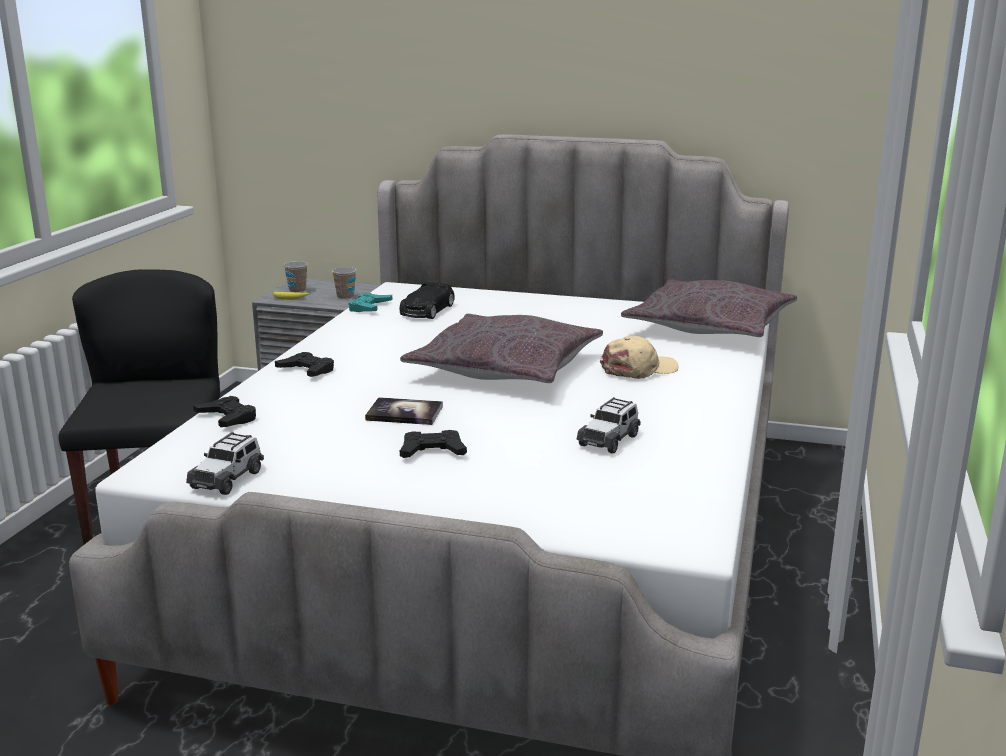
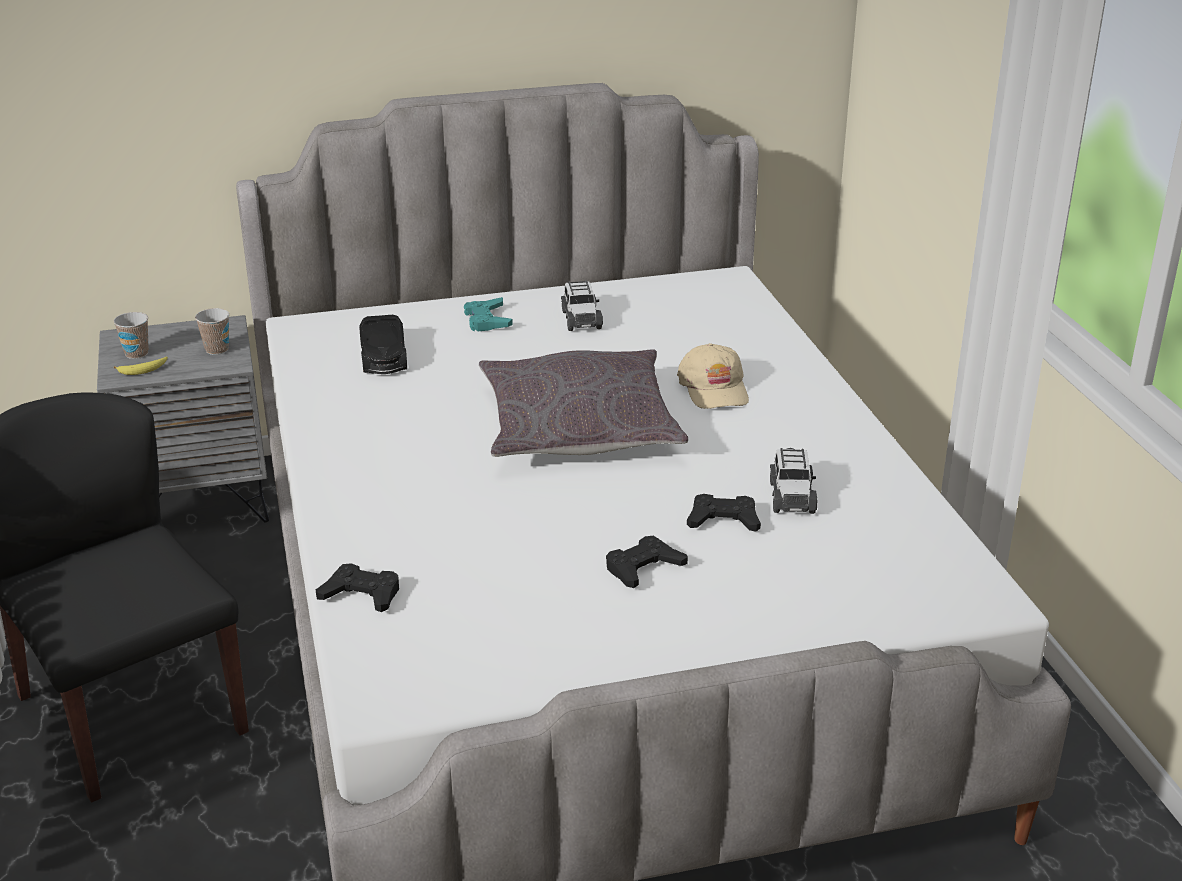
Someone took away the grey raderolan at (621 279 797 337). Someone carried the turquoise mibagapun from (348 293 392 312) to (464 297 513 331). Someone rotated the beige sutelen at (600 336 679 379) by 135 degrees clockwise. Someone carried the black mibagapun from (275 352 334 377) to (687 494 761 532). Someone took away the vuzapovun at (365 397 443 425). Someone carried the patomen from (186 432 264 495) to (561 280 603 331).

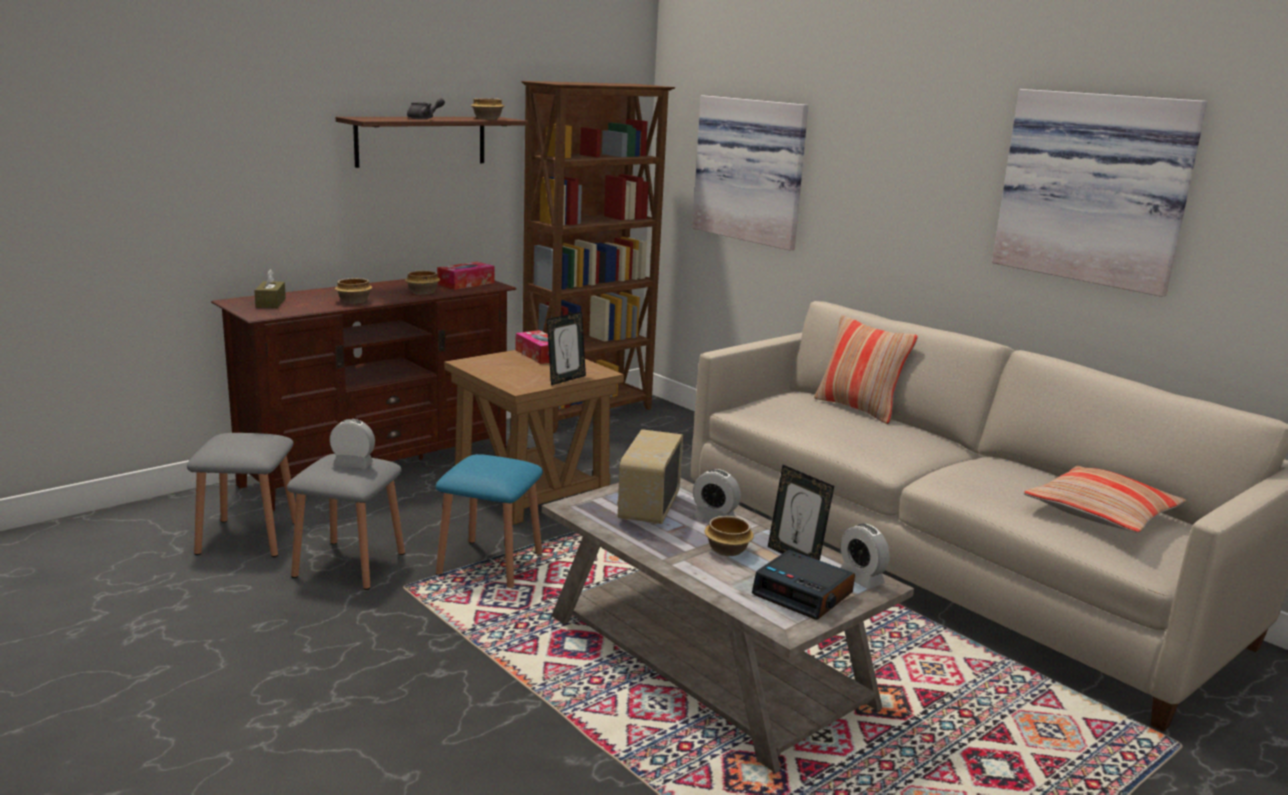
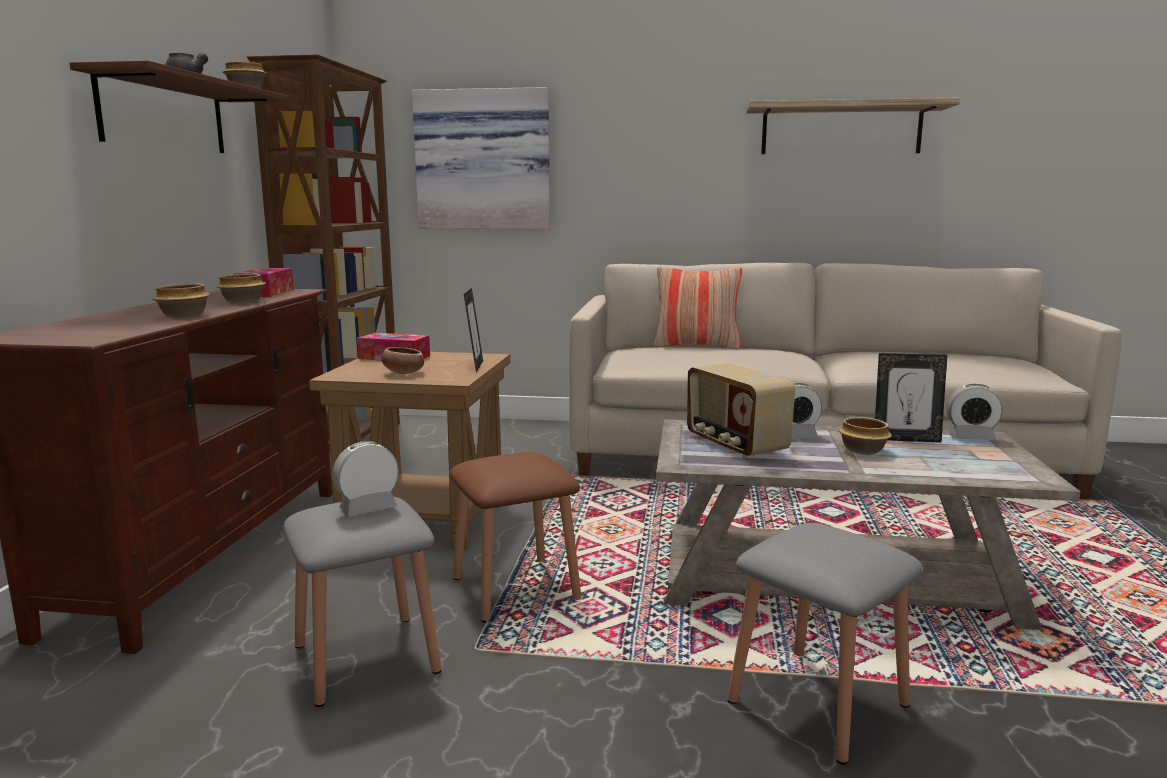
Someone swapped the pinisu at (992 89 1207 297) for the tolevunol at (746 98 960 154). Someone took away the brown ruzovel at (254 269 286 308). Someone carried the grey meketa from (187 433 296 557) to (727 523 923 765). Someone repainted the blue meketa at (436 454 543 588), which became the brown meketa at (450 452 581 623). Someone took away the raderolan at (1024 466 1186 533). Someone took away the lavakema at (752 550 855 620). Someone put down the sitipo at (382 347 424 374).

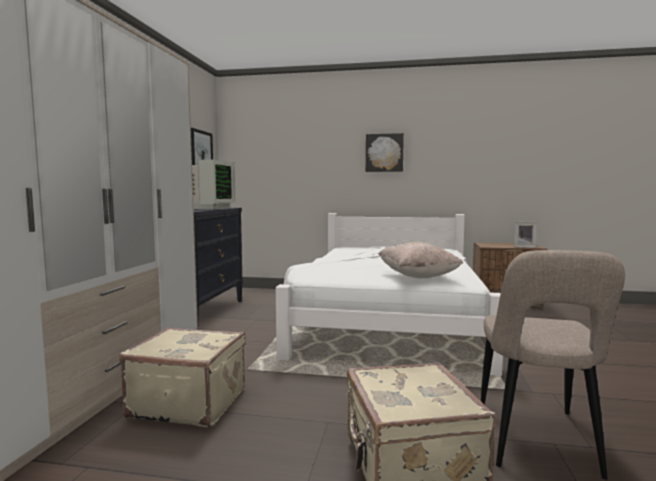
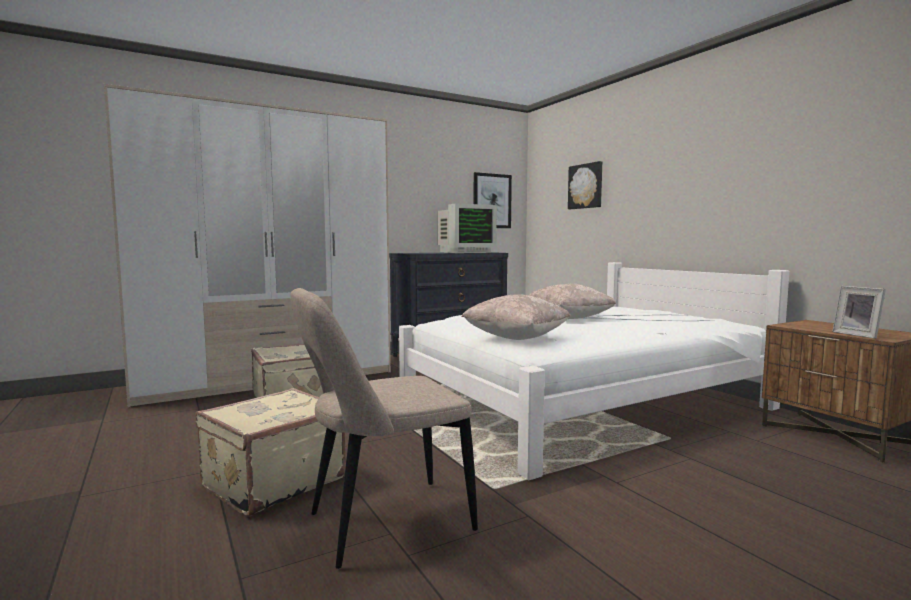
Someone carried the pinisu from (366 133 404 172) to (568 161 602 209). Someone put down the beige raderolan at (529 284 616 319).

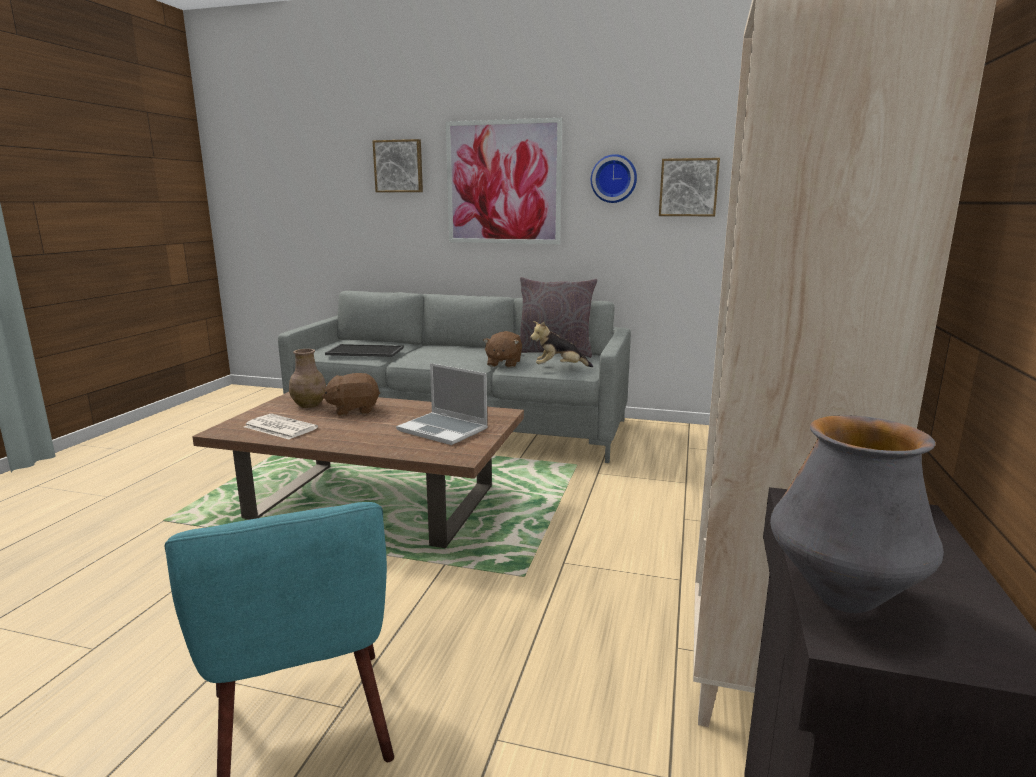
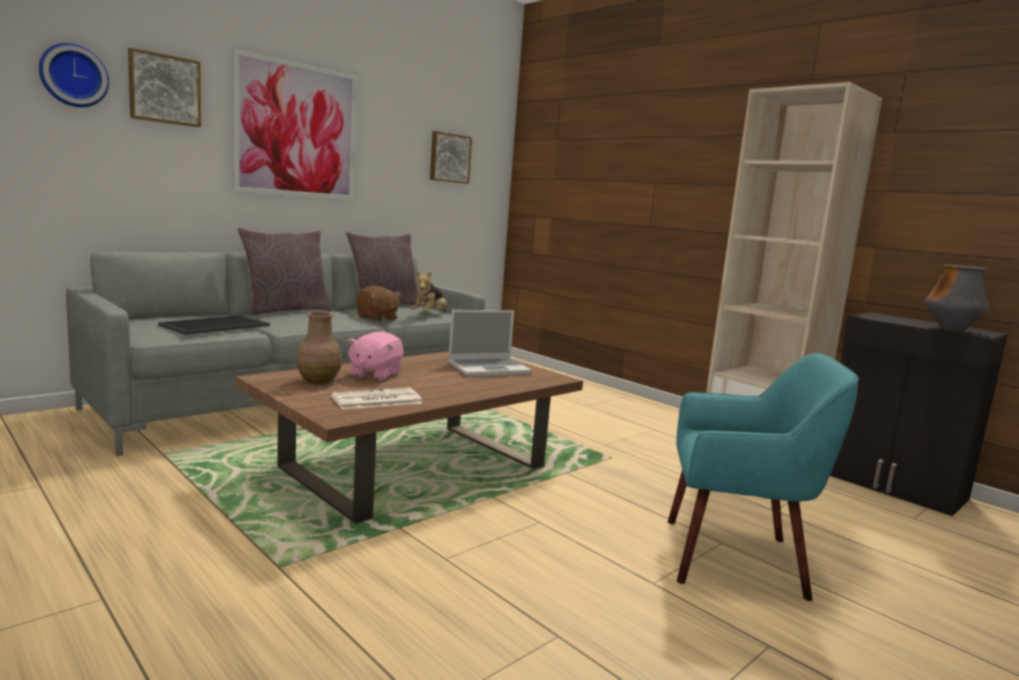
Someone carried the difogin from (591 154 637 203) to (39 43 109 107). Someone repainted the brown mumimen at (321 373 380 416), which became the pink mumimen at (347 332 403 381). Someone put down the grey raderolan at (237 228 332 316).

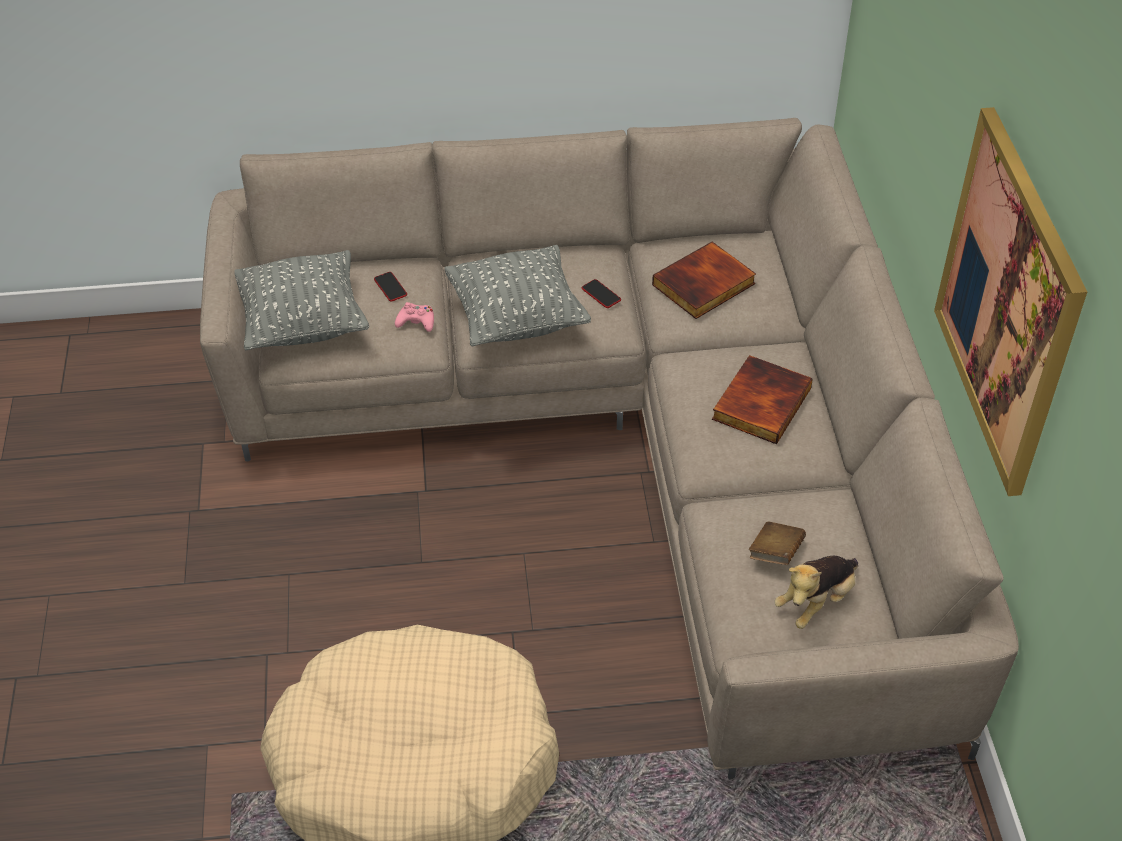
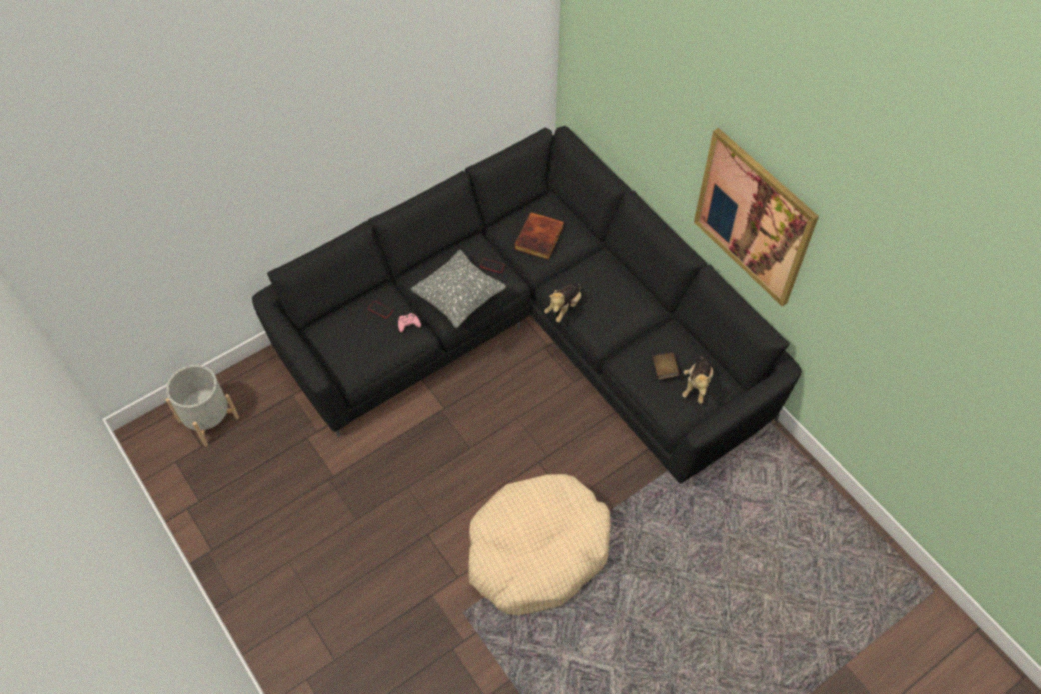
Someone repainted the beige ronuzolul at (200 118 1019 779), which became the black ronuzolul at (252 126 802 484). Someone took away the grey raderolan at (234 250 369 350). Someone took away the vuzapovun at (712 355 813 444). Someone put down the mumimen at (544 283 582 322). Someone put down the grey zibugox at (166 365 239 446).

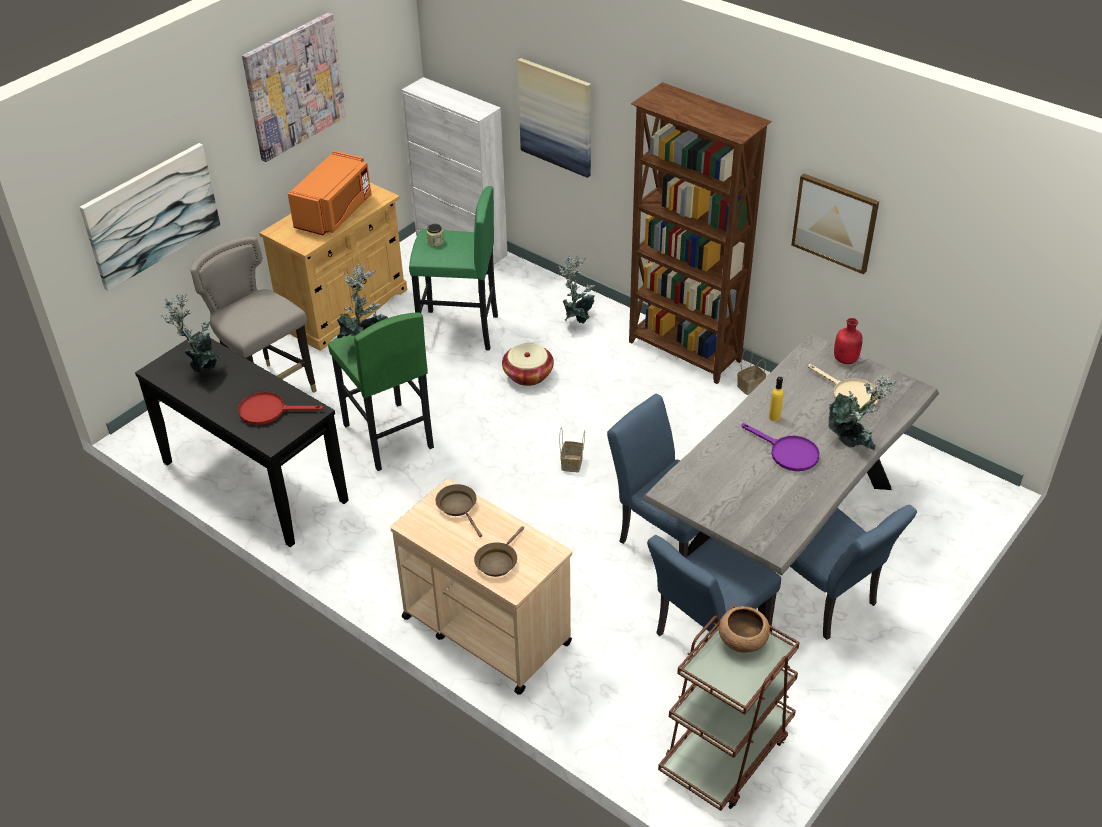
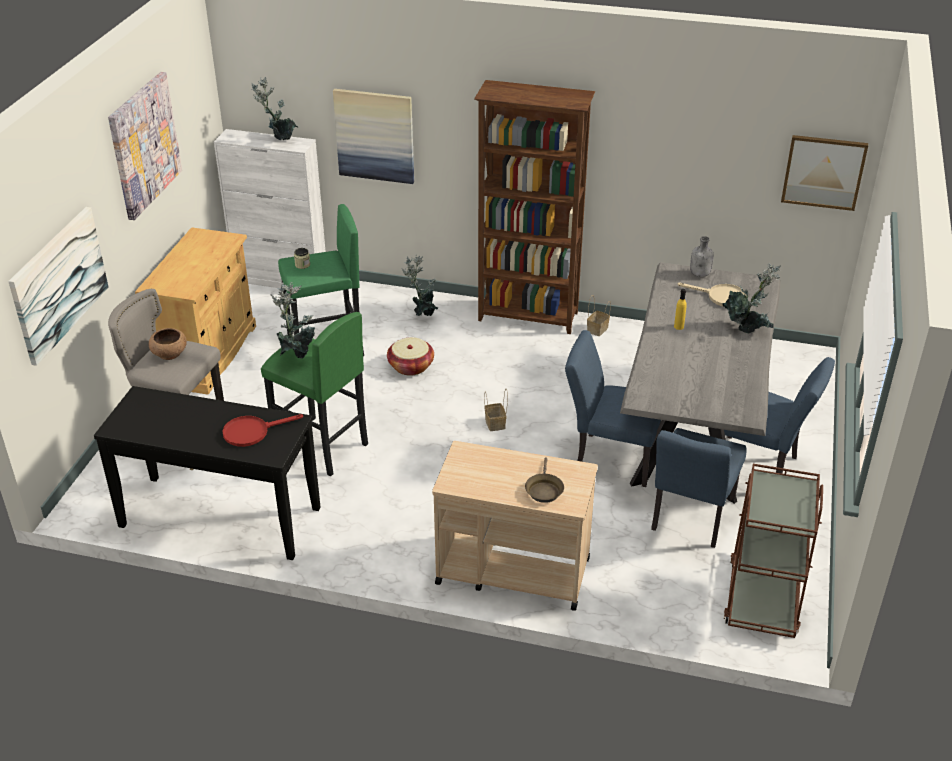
Someone took away the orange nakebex at (288 151 372 235). Someone carried the pinisu from (791 173 879 274) to (781 135 868 211). Someone carried the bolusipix from (161 294 221 373) to (251 77 297 140). Someone repainted the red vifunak at (834 318 863 364), which became the grey vifunak at (690 236 714 277). Someone took away the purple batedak at (742 423 820 471). Someone took away the brown batedak at (436 484 482 537). Someone carried the brown sitipo from (719 606 770 653) to (149 328 187 360).

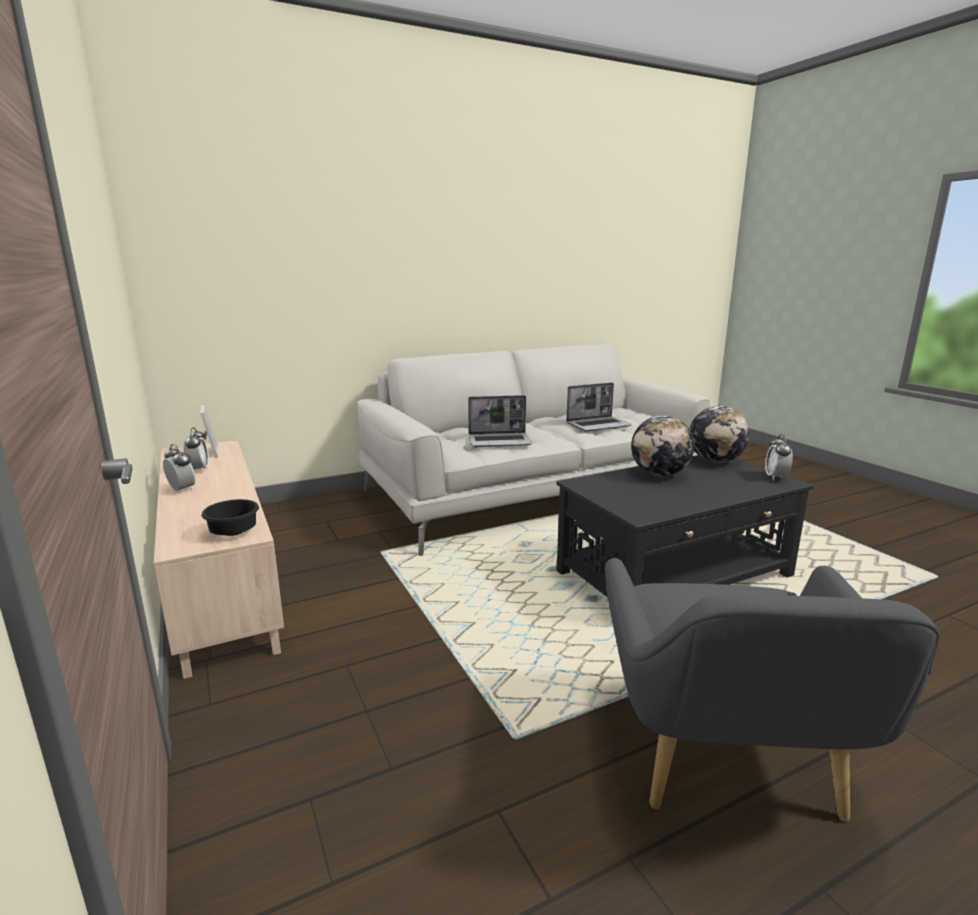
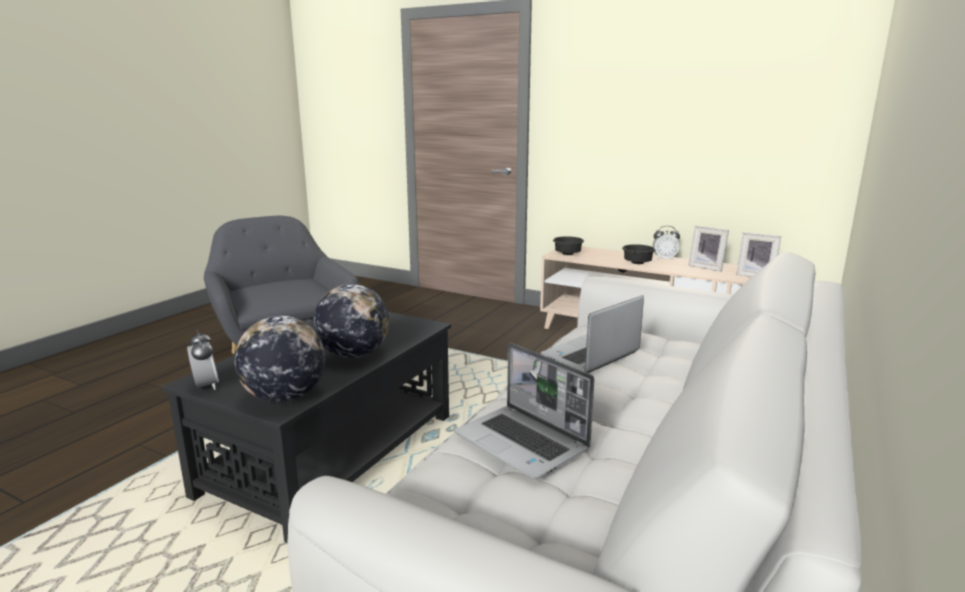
Someone rotated the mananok at (566 383 632 432) by 75 degrees counterclockwise. Someone swapped the lavakema at (184 427 209 472) for the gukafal at (688 225 729 272). Someone put down the black sitipo at (622 244 656 264).

